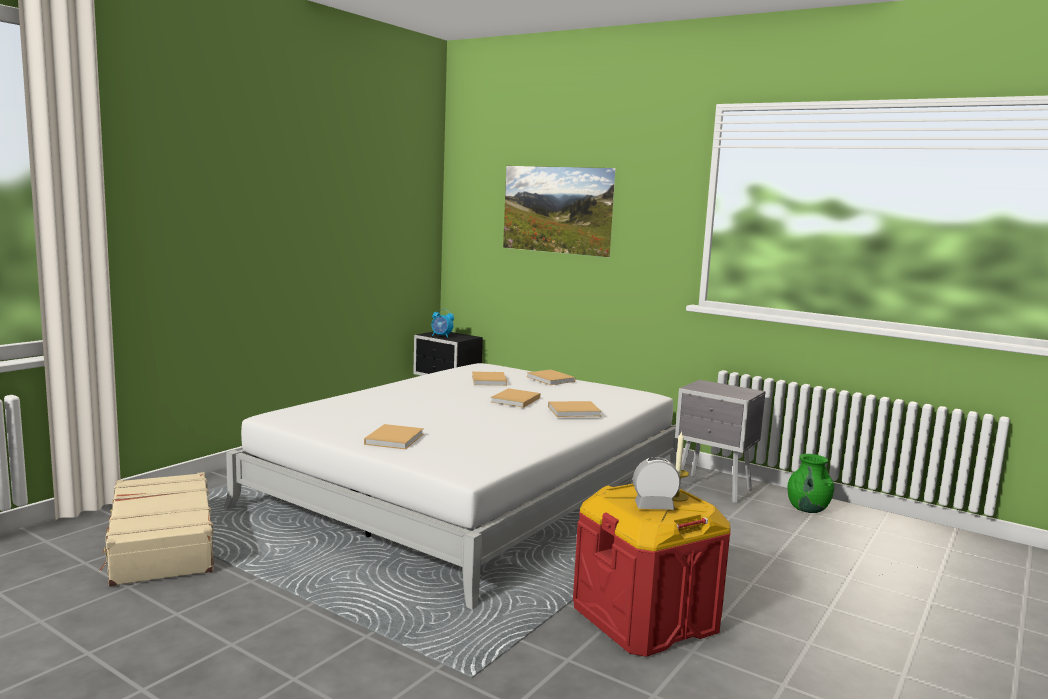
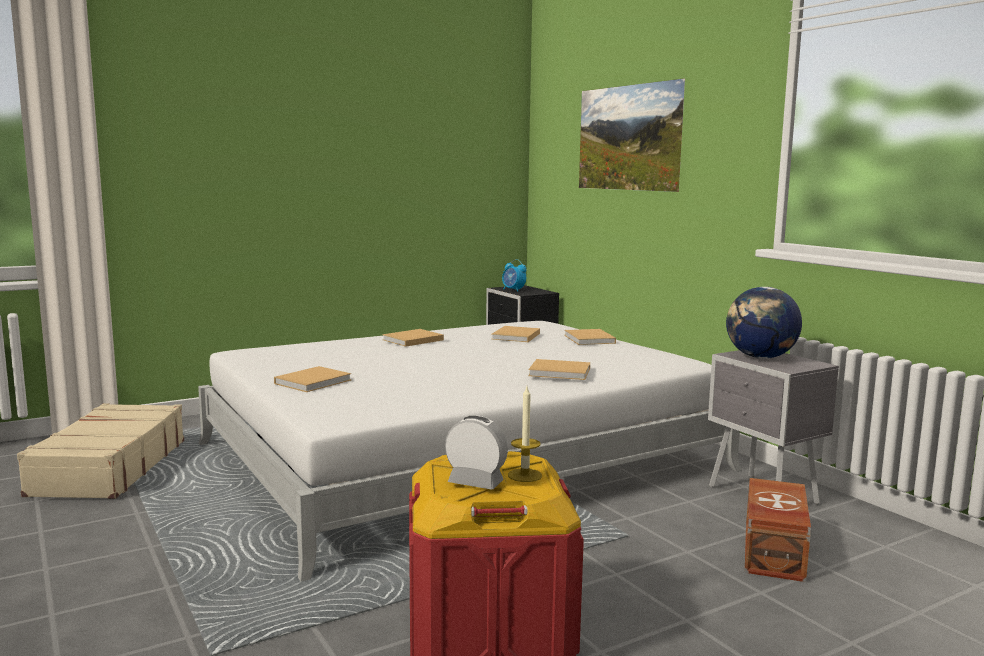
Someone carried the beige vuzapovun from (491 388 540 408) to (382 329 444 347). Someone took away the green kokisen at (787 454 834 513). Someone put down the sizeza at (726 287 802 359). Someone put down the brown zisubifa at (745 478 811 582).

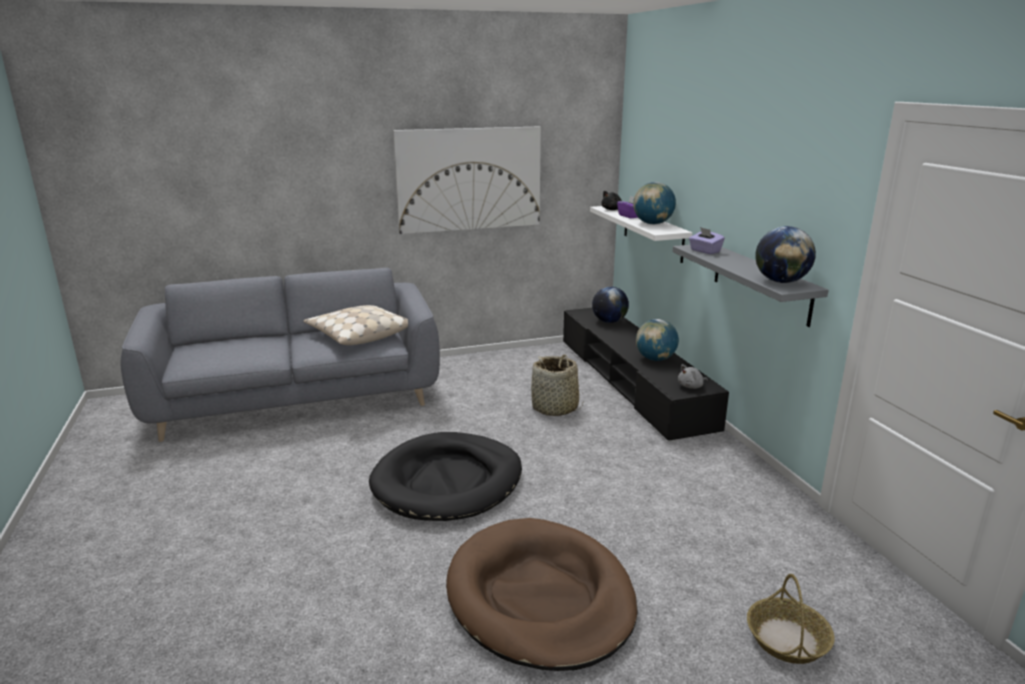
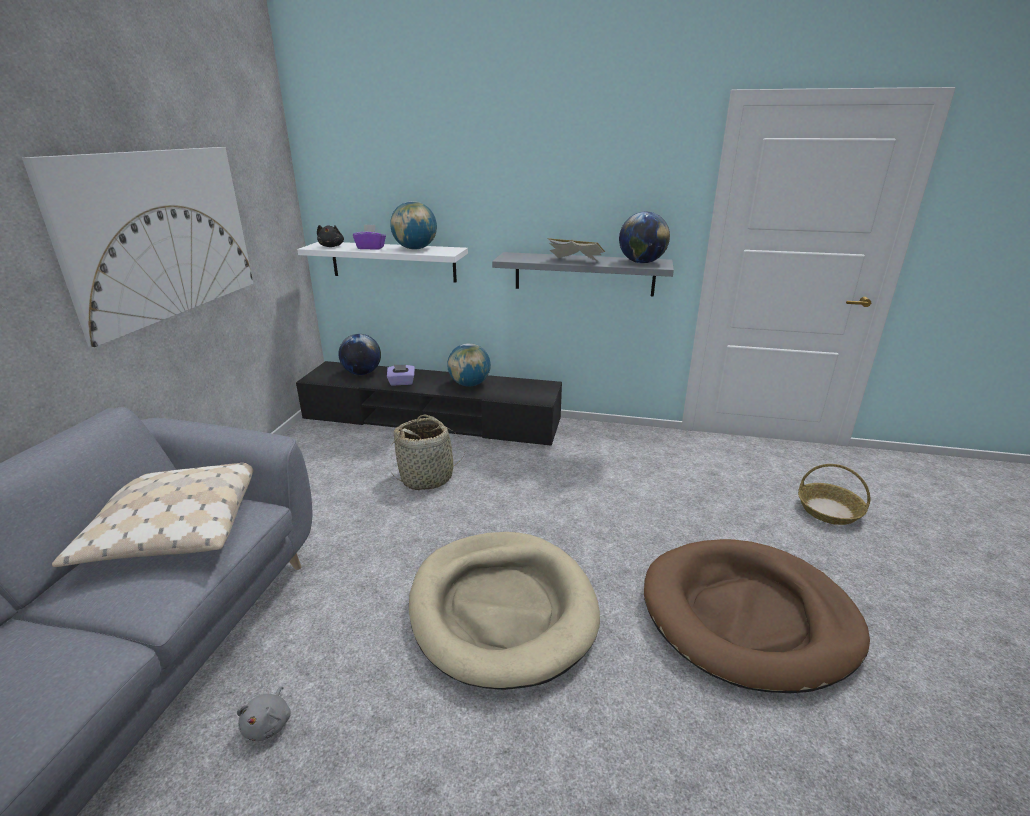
Someone carried the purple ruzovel from (689 227 725 254) to (387 364 415 386). Someone carried the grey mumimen from (678 364 708 389) to (237 686 291 741). Someone repainted the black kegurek at (369 432 522 521), which became the beige kegurek at (409 532 600 690). Someone put down the vuzapovun at (547 238 605 262).

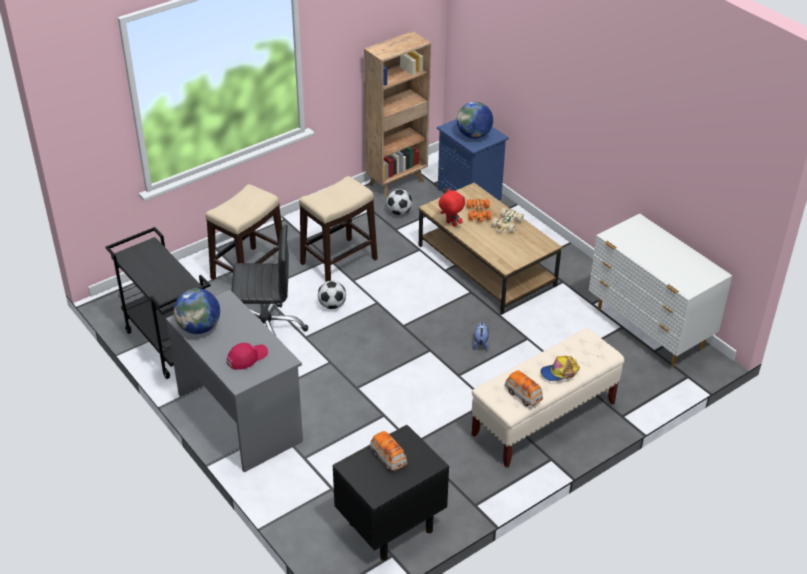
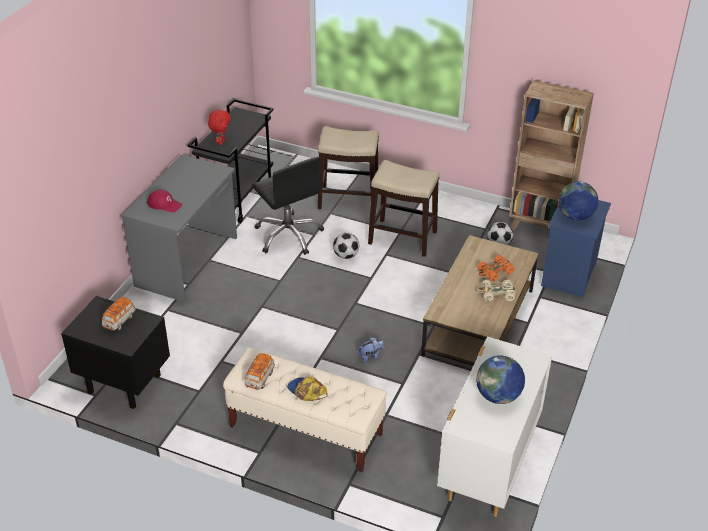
Someone carried the red mumimen from (439 188 465 227) to (208 109 231 145). Someone carried the sizeza from (174 288 220 334) to (476 355 525 404).

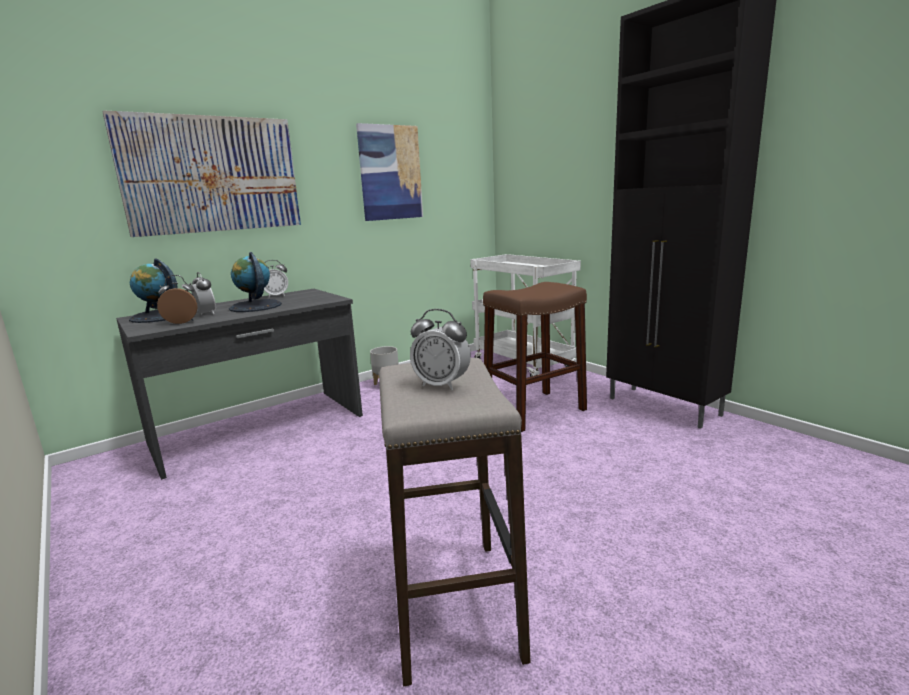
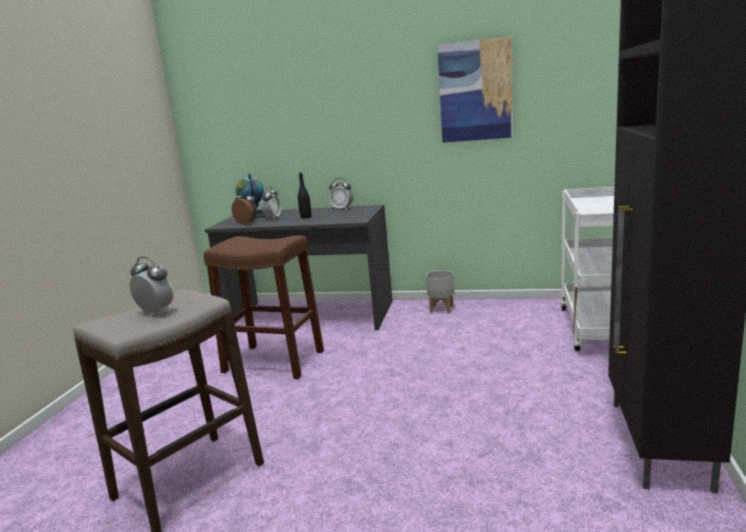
Someone took away the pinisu at (102 110 301 237). Someone swapped the sizeza at (229 252 282 312) for the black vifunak at (298 172 312 218). Someone carried the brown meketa from (483 282 587 432) to (204 235 324 379). Someone rotated the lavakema at (410 309 471 390) by 135 degrees clockwise.

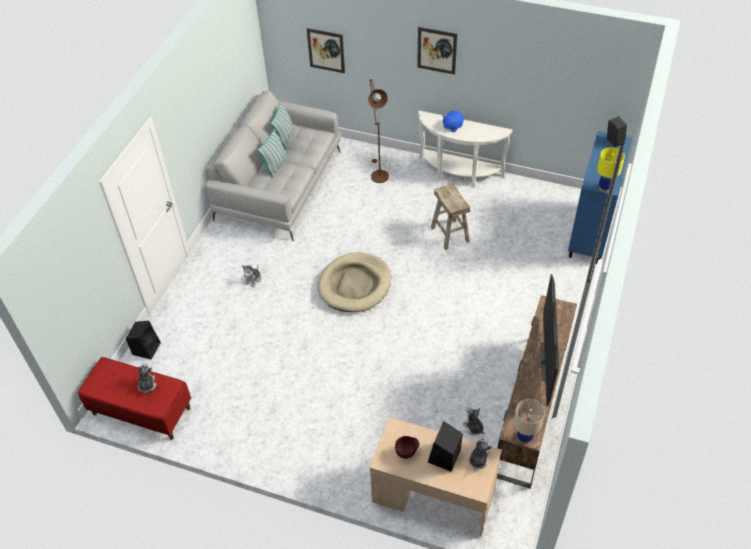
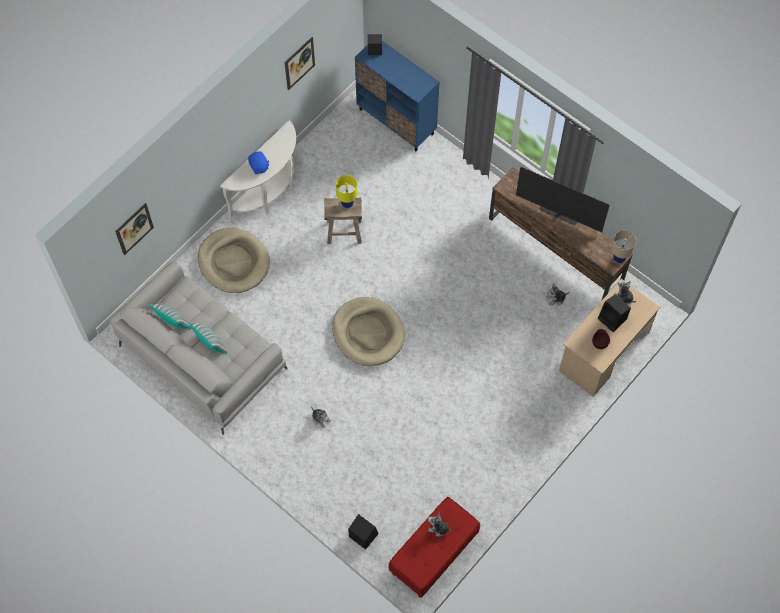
Someone carried the pinisu from (417 27 457 75) to (285 37 315 91). Someone swapped the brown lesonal at (368 79 389 183) for the beige kegurek at (198 228 270 293). Someone carried the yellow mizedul from (597 147 625 192) to (336 175 358 209).

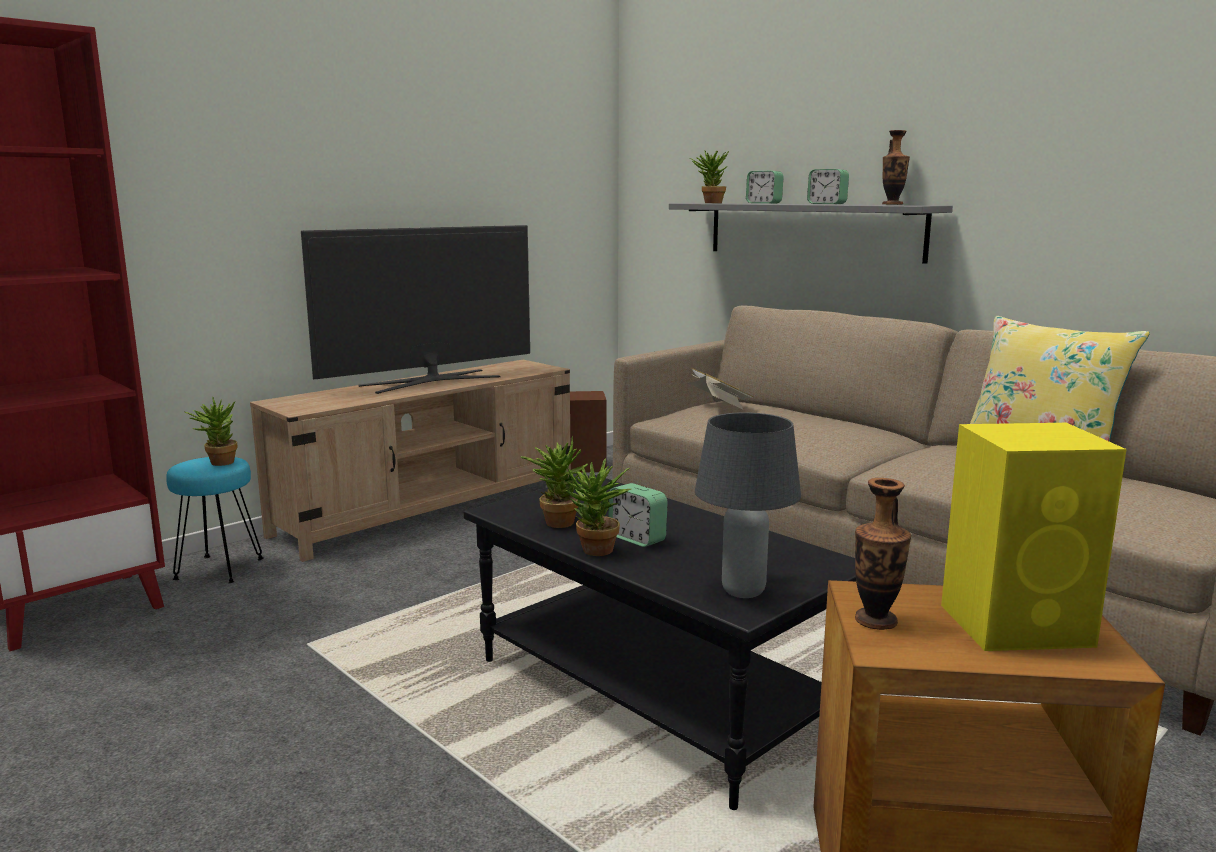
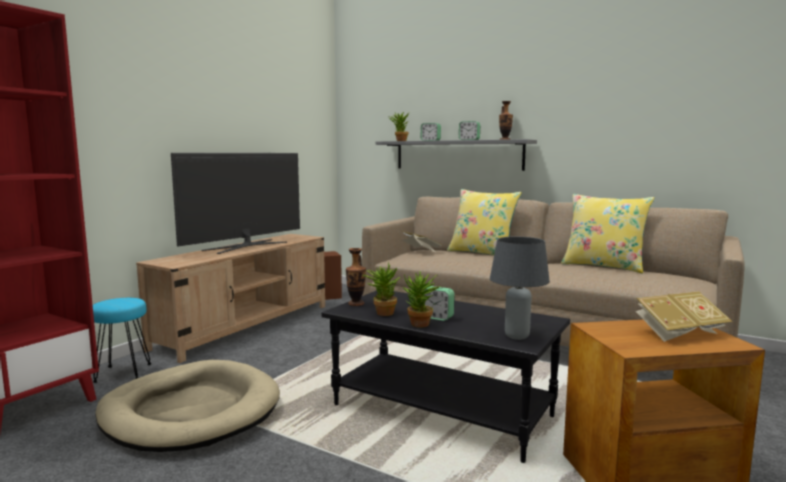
Someone took away the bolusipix at (185 396 237 466). Someone swapped the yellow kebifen at (941 423 1126 651) for the vuzapovun at (636 291 733 342). Someone carried the kokisen from (855 478 911 630) to (346 248 366 306). Someone put down the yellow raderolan at (447 189 522 255). Someone put down the beige kegurek at (95 360 280 452).

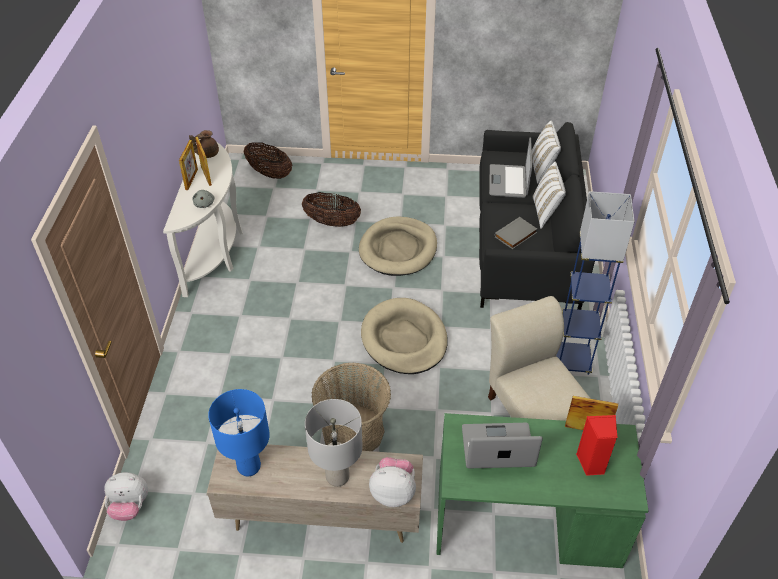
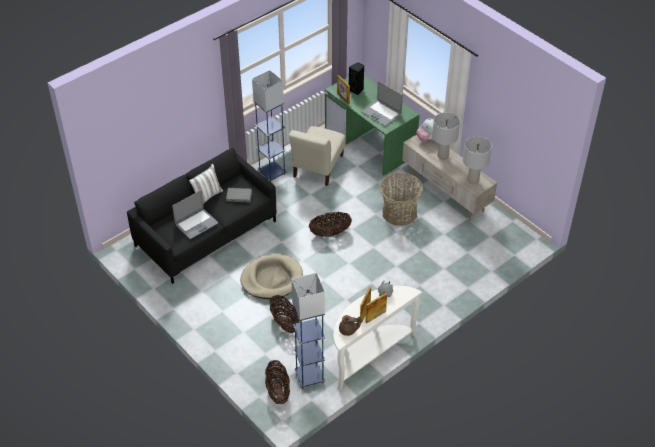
Someone took away the white raderolan at (532 121 561 184). Someone swapped the beige kegurek at (361 298 447 374) for the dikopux at (309 212 352 237). Someone repainted the blue mizedul at (208 389 270 476), which became the grey mizedul at (463 136 492 184). Someone repainted the red kebifen at (576 415 618 476), which became the black kebifen at (349 62 364 95). Someone took away the mumimen at (104 472 148 521). Someone put down the blue lesonal at (291 273 325 389).

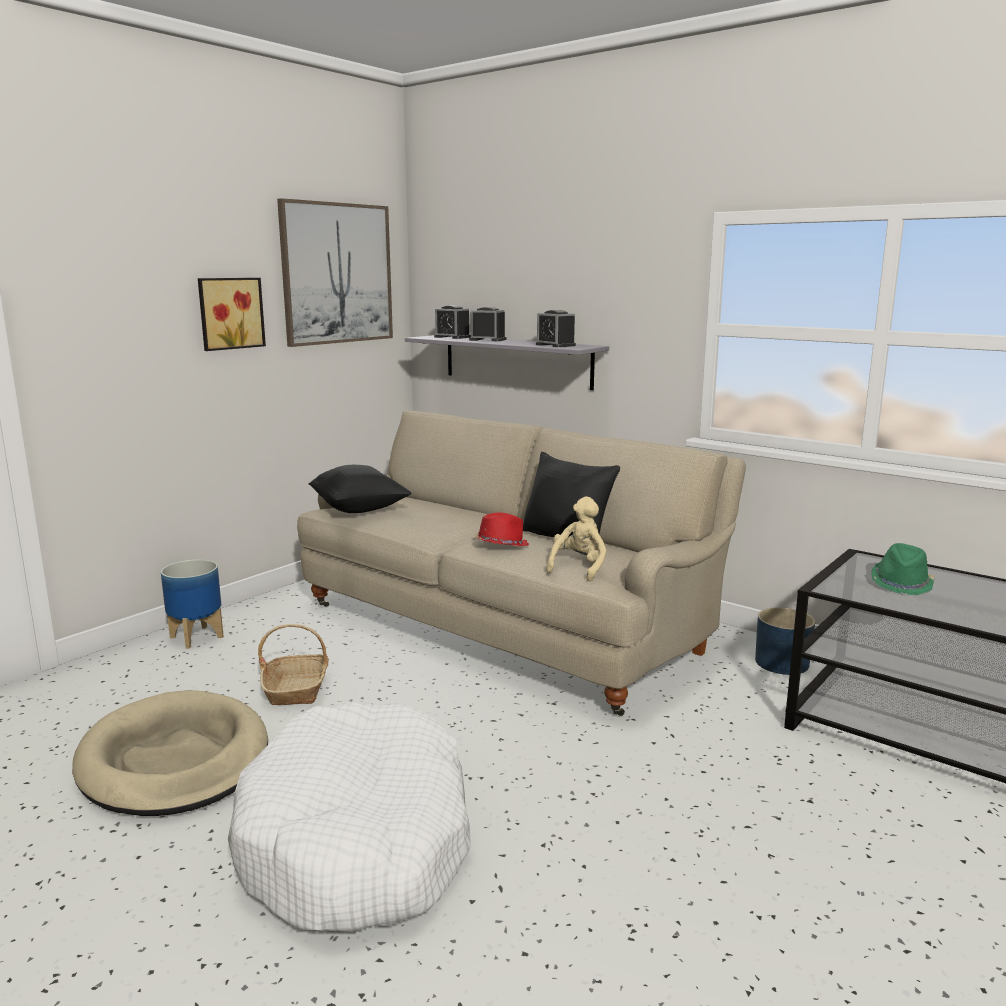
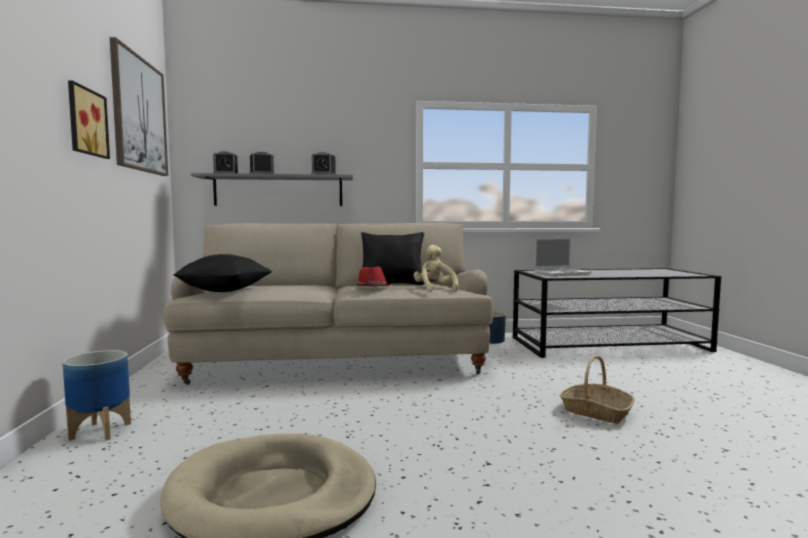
Someone swapped the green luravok at (871 543 935 595) for the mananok at (534 238 591 276). Someone carried the dikopux from (258 624 329 705) to (560 356 635 424). Someone took away the white kegurek at (228 702 471 932).

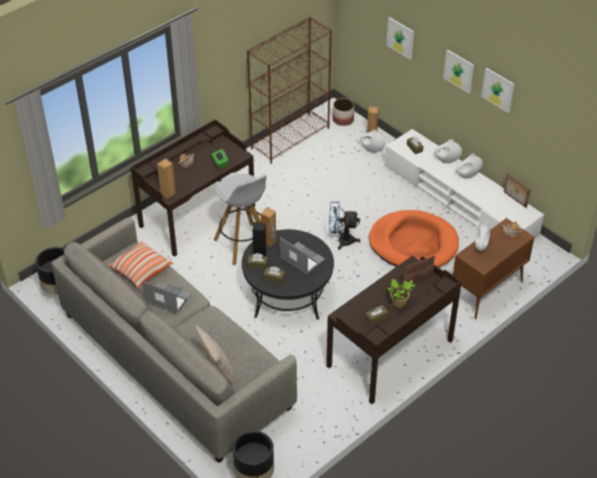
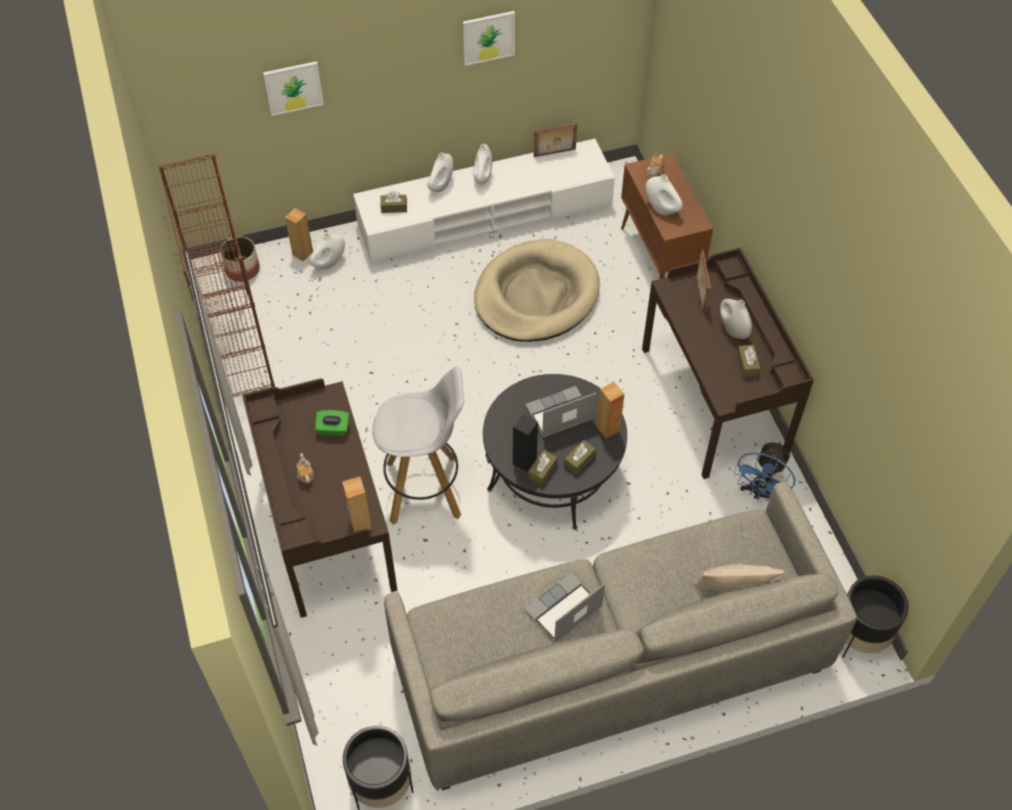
Someone took away the pinisu at (443 50 474 93). Someone carried the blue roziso from (329 202 360 250) to (734 441 796 501). Someone carried the brown kebifen from (261 208 276 247) to (596 381 625 439). Someone repainted the orange kegurek at (369 210 459 267), which became the beige kegurek at (474 239 600 342). Someone took away the raderolan at (108 241 173 288). Someone swapped the bolusipix at (388 279 416 308) for the white kokisen at (720 299 752 339).

